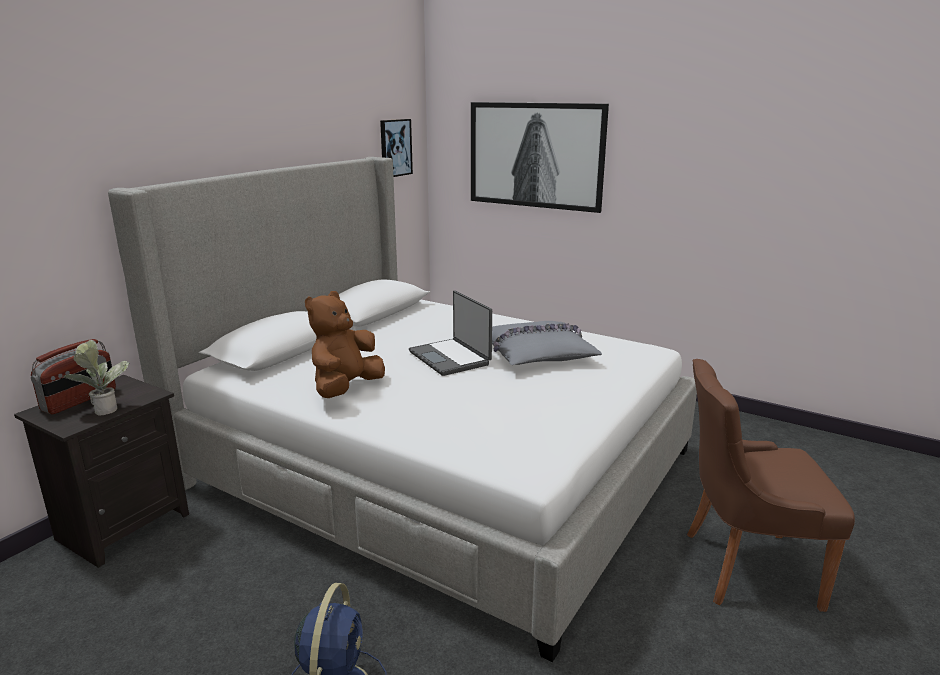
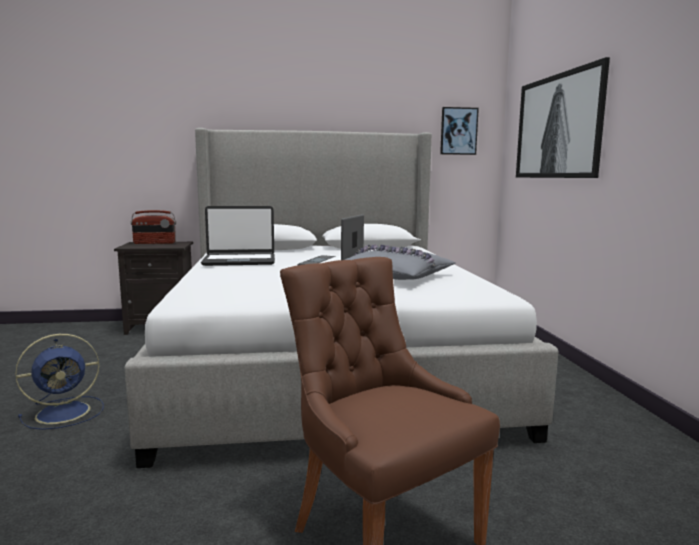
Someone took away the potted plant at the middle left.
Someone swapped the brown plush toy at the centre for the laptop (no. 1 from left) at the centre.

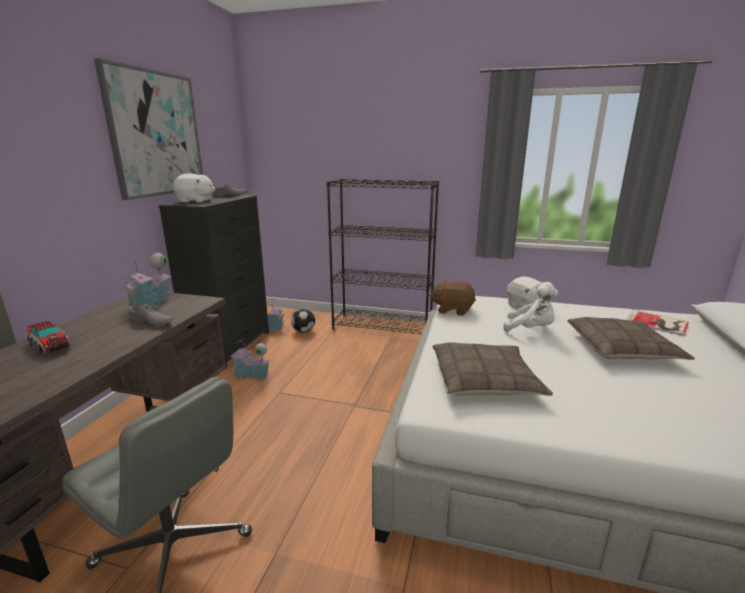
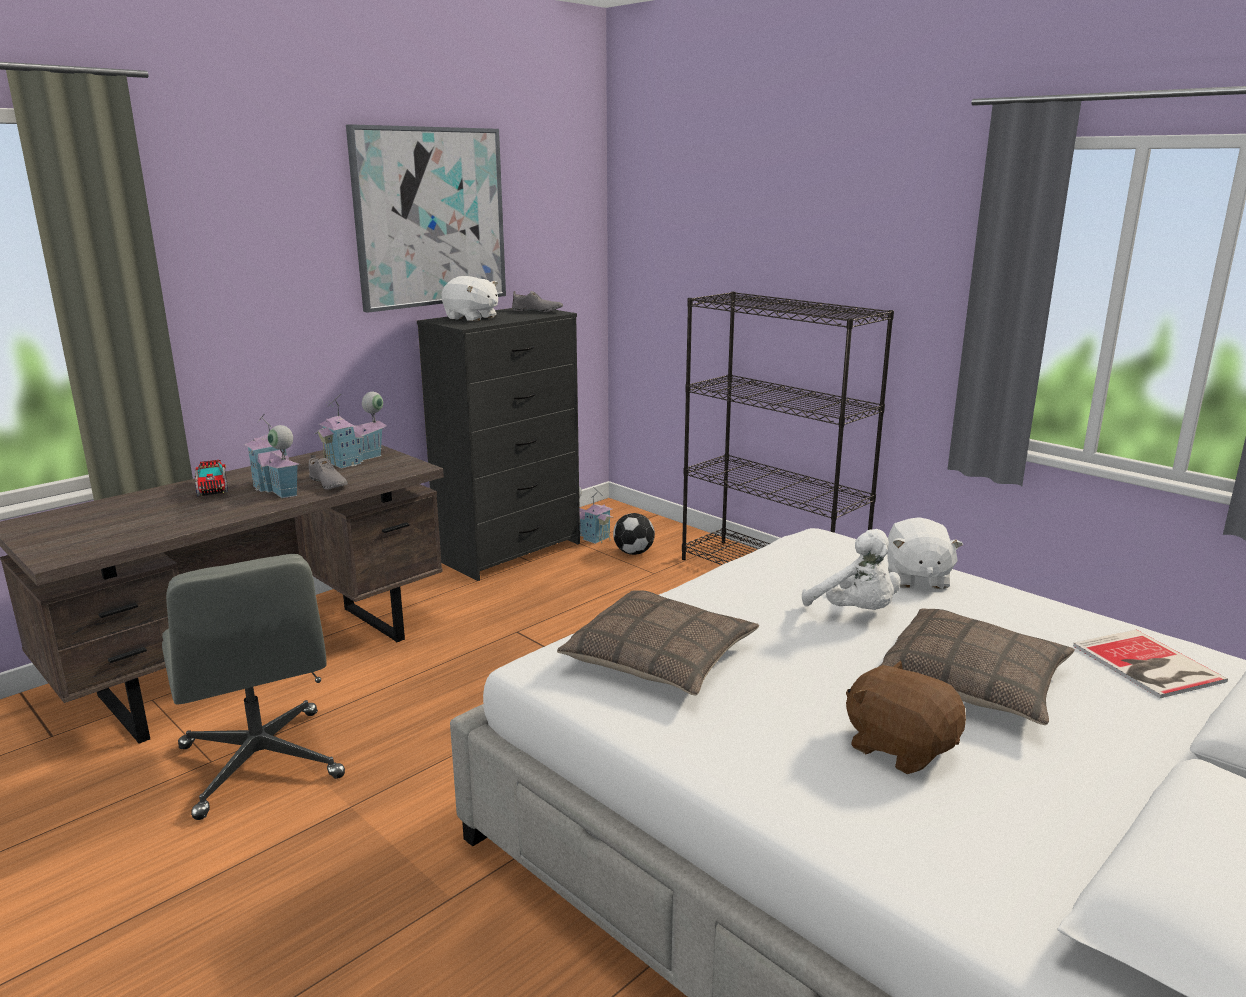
Someone carried the toy house (no. 2 from left in the first image) from the centre to the middle left.
Someone carried the brown plush toy from the centre to the bottom right.

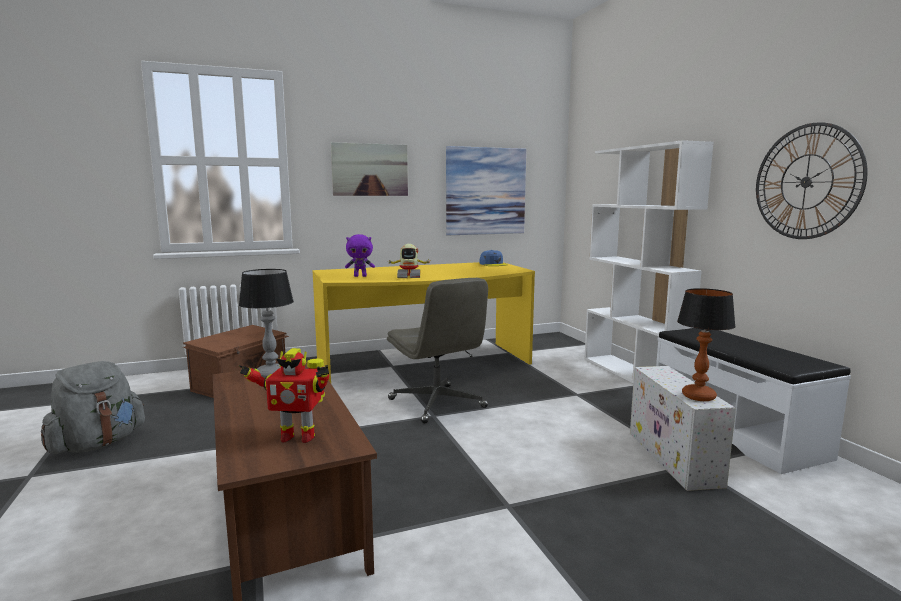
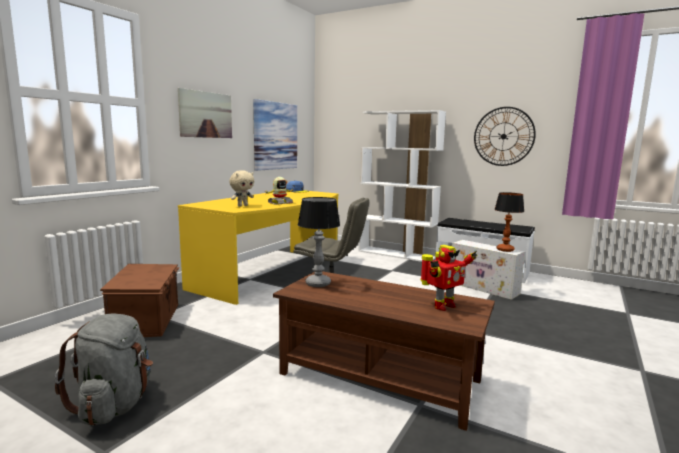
Someone repainted the purple plush toy at the centre, which became the beige plush toy at the centre.

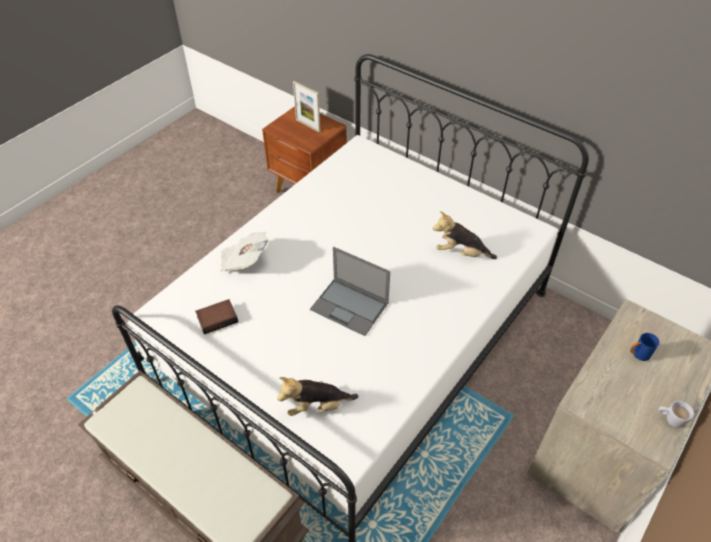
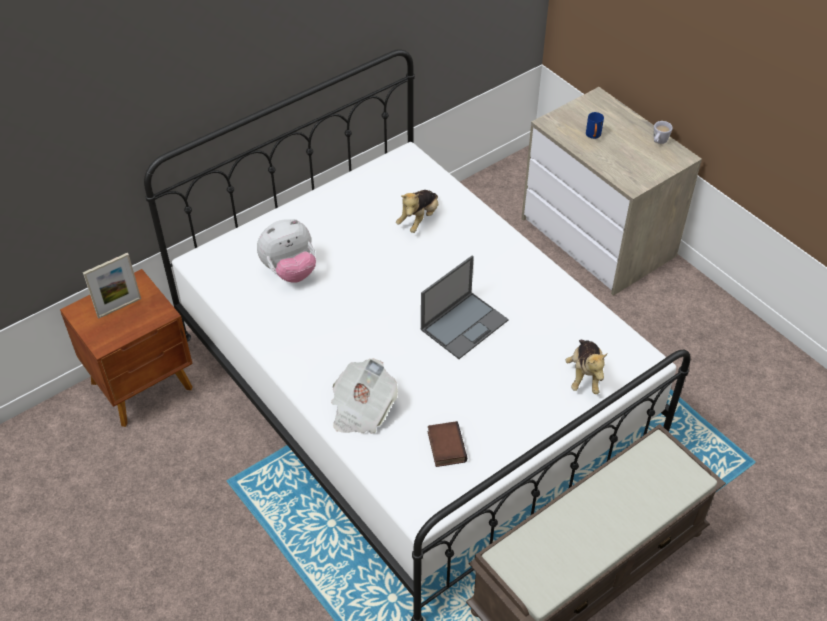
Someone put down the plush toy (no. 1 from left) at the centre.

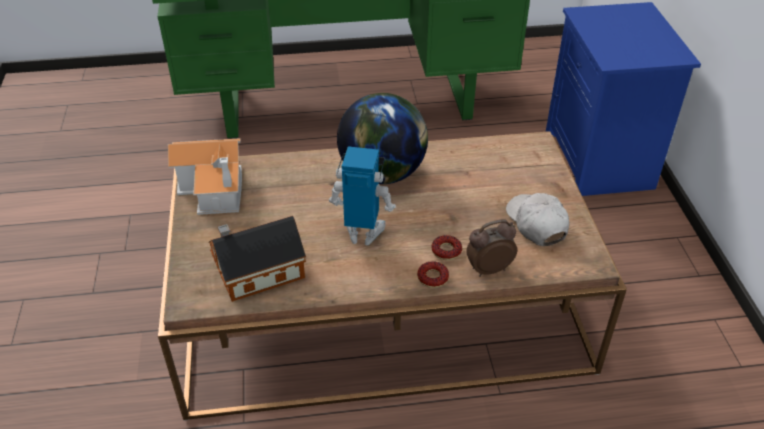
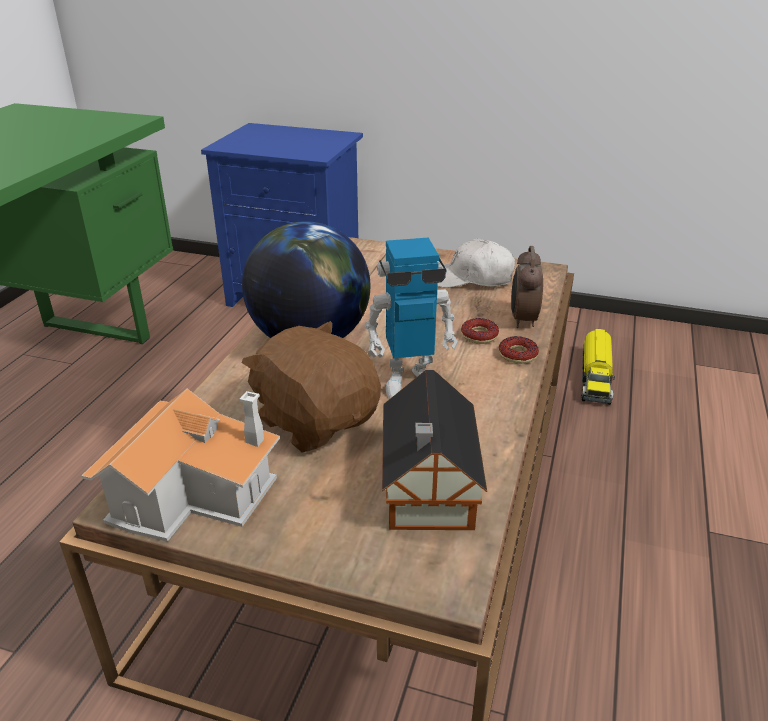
Someone put down the brown plush toy at the centre.
Someone put down the toy truck at the middle right.
Someone rotated the toy robot at the centre by 135 degrees counterclockwise.

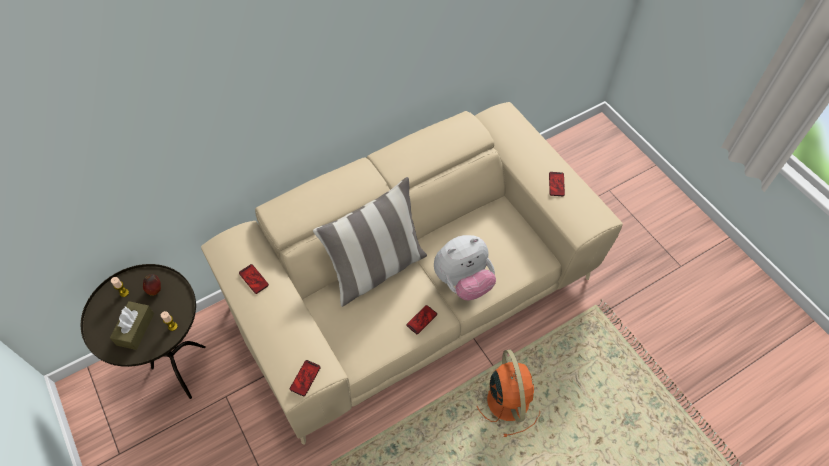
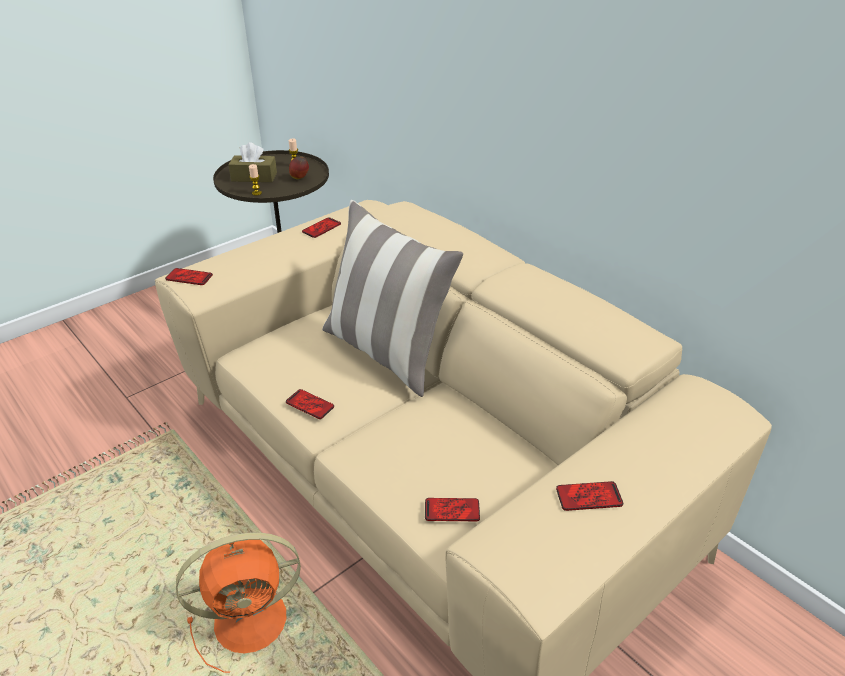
Someone took away the plush toy at the centre.
Someone put down the phone (no. 4 from left) at the bottom centre.

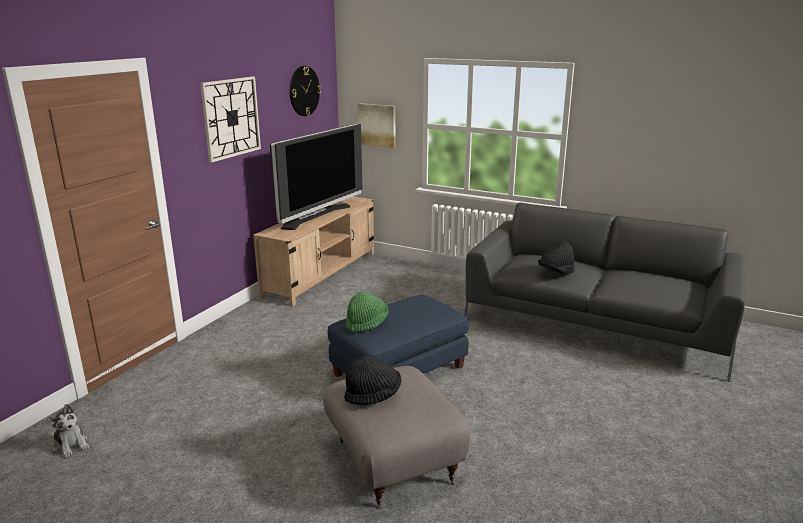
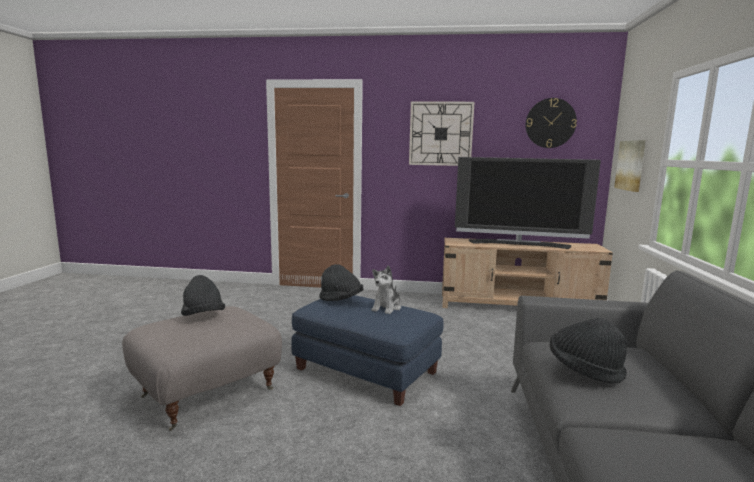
Someone carried the plush toy from the bottom left to the centre.
Someone repainted the green hat at the centre, which became the black hat (no. 2 from left) at the centre.

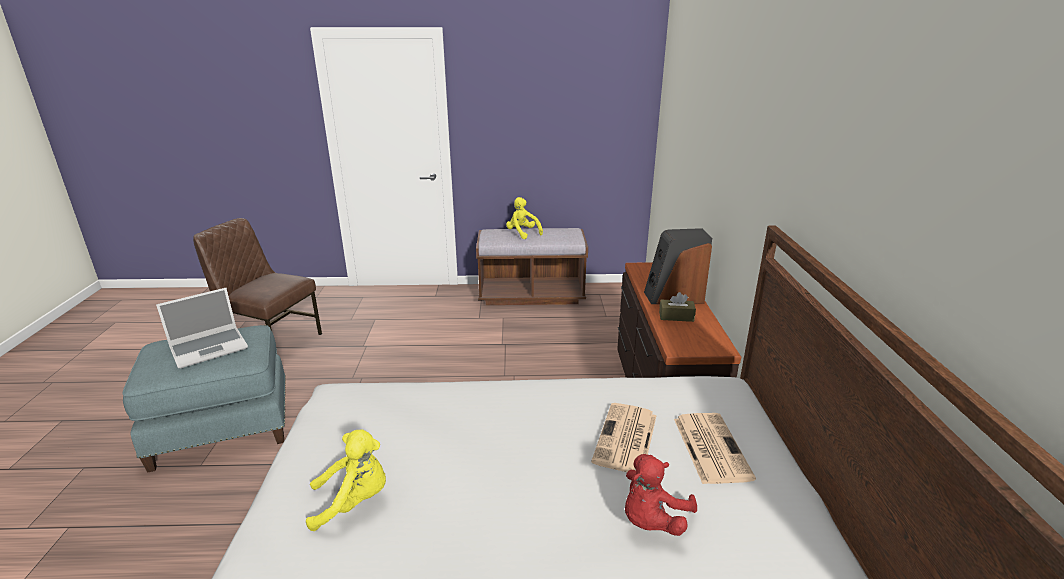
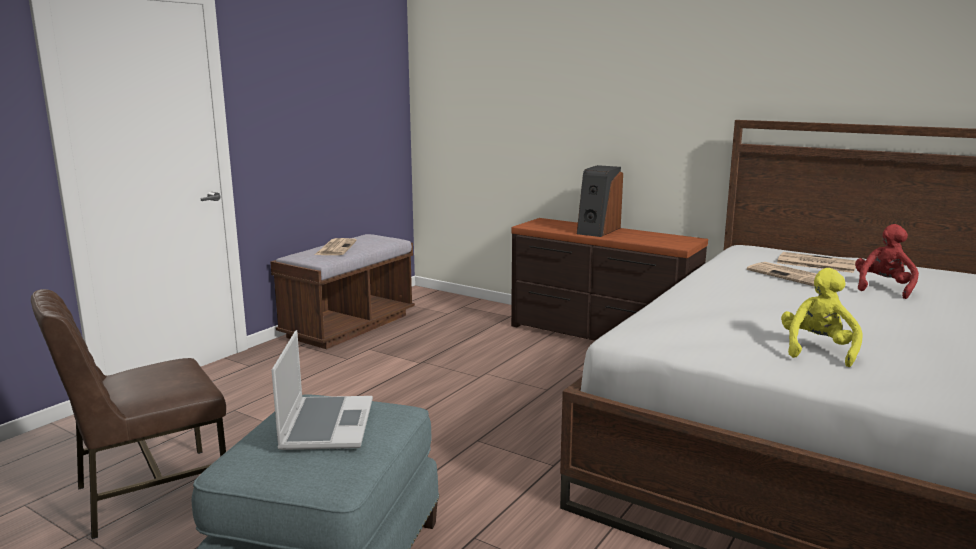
Someone took away the brown tissue box at the centre.
Someone swapped the yellow plush toy (no. 2 from left) at the centre for the newspaper (no. 1 from left) at the centre.
Someone rotated the red plush toy at the bottom centre by 135 degrees counterclockwise.

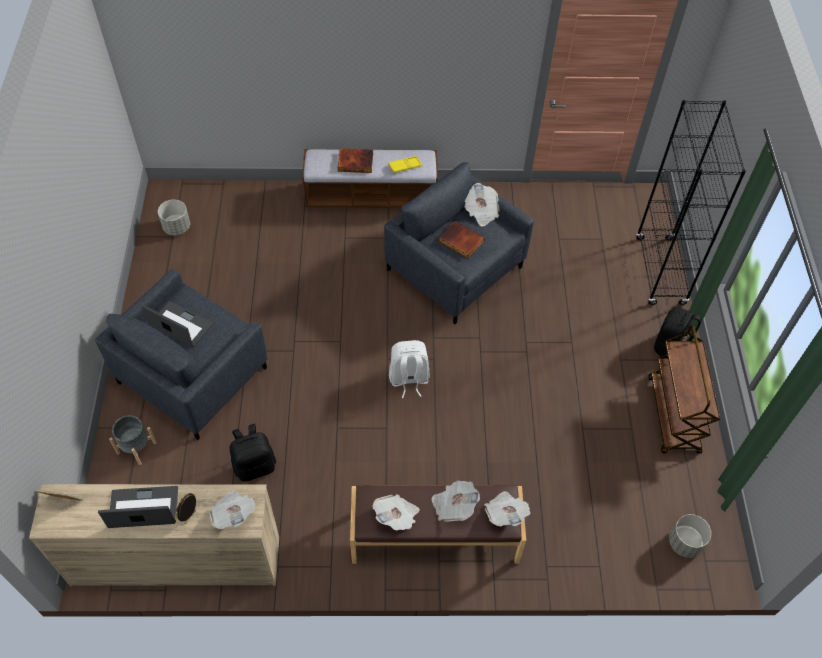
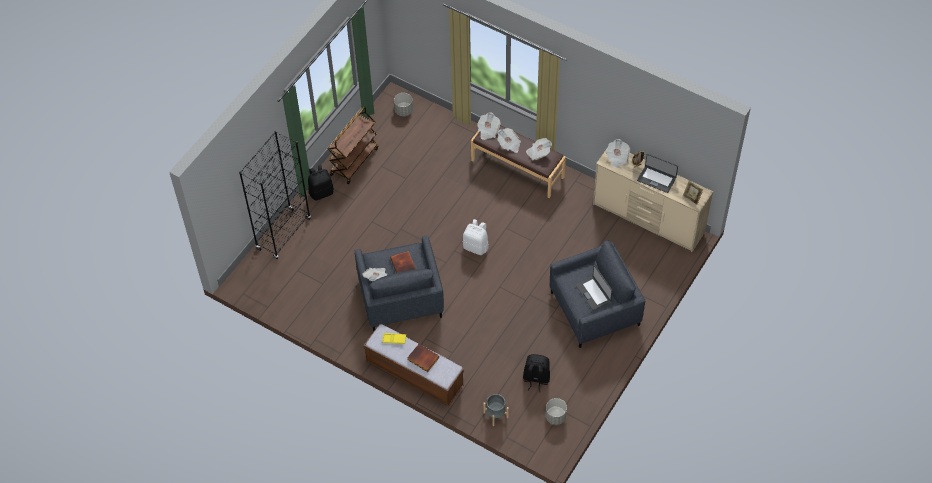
Someone carried the grey planter (no. 1 from left in the first image) from the bottom left to the bottom centre.
Someone carried the black backpack (no. 1 from left in the first image) from the bottom left to the bottom centre.

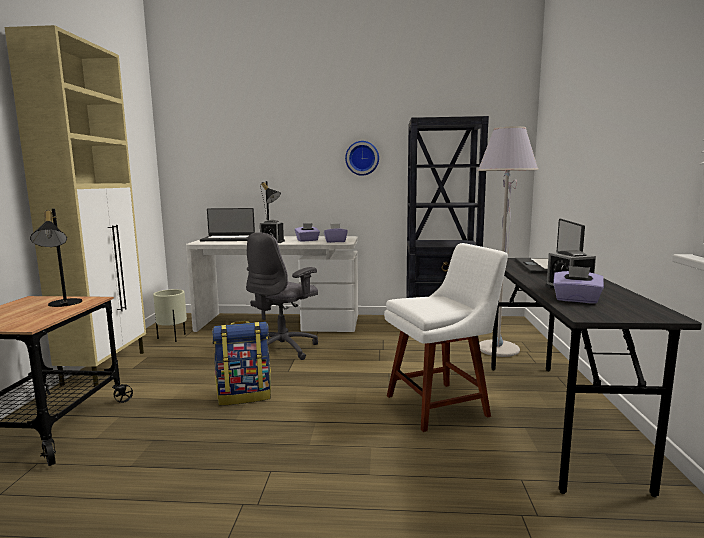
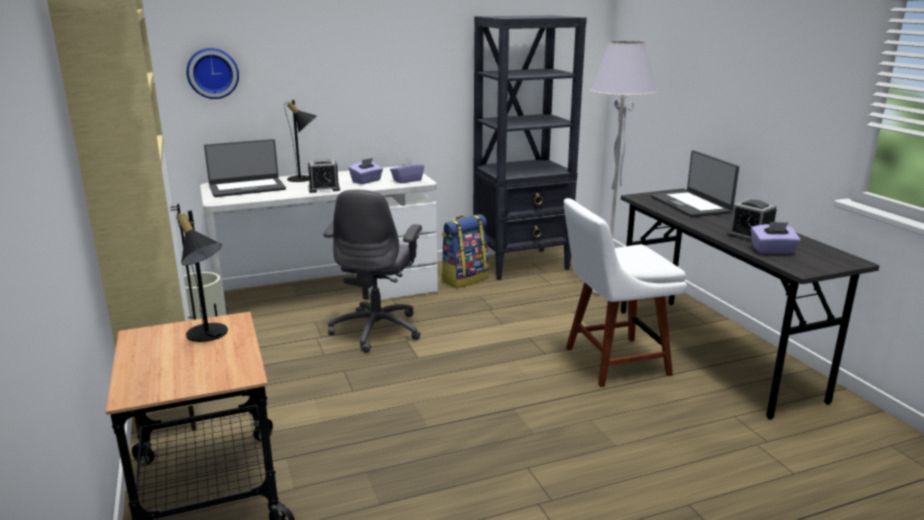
Someone carried the backpack from the bottom centre to the centre.
Someone carried the wall clock from the top centre to the top left.
Someone rotated the white chair at the centre by 150 degrees counterclockwise.

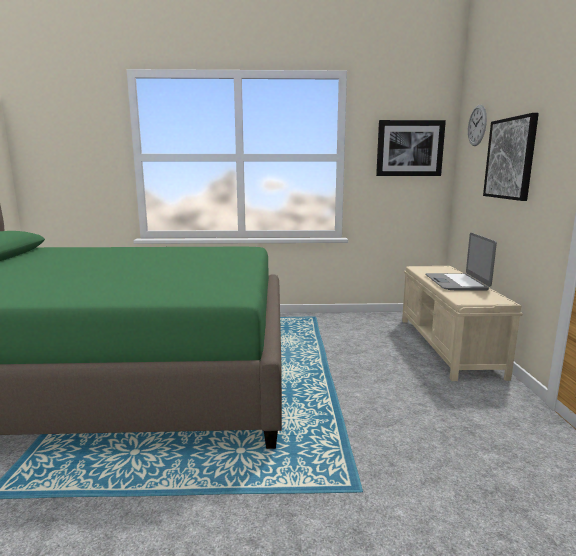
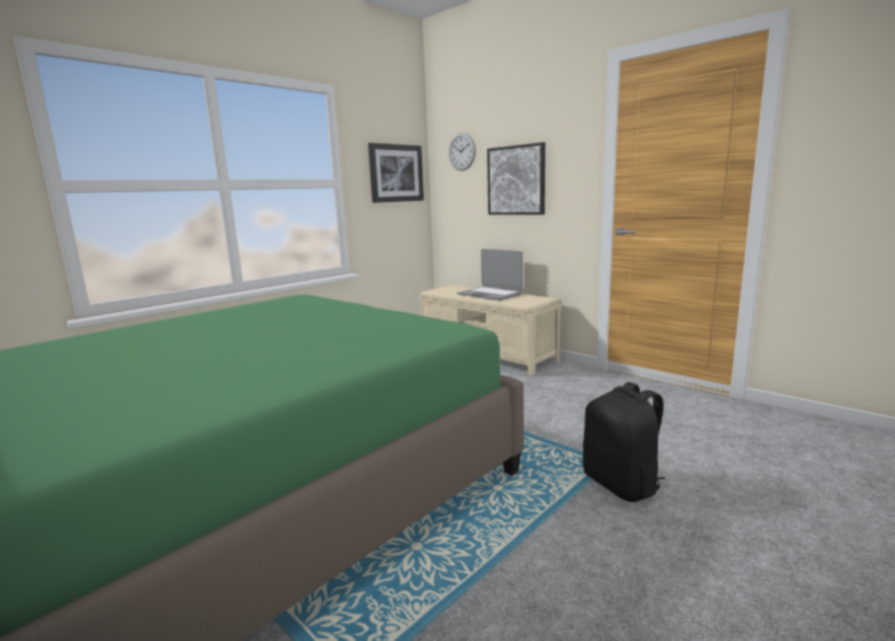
Someone put down the black backpack at the bottom right.

